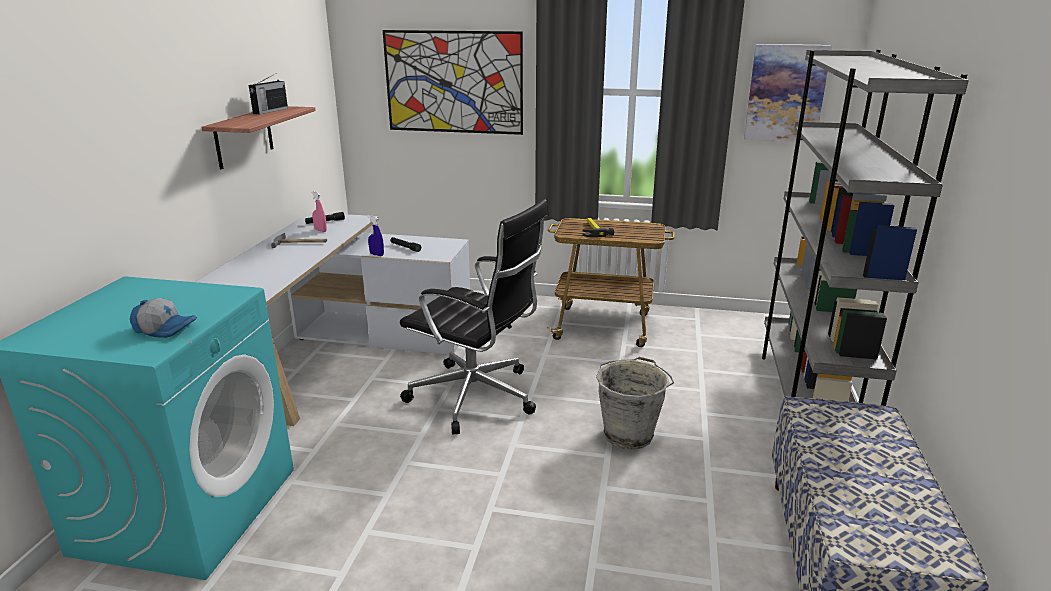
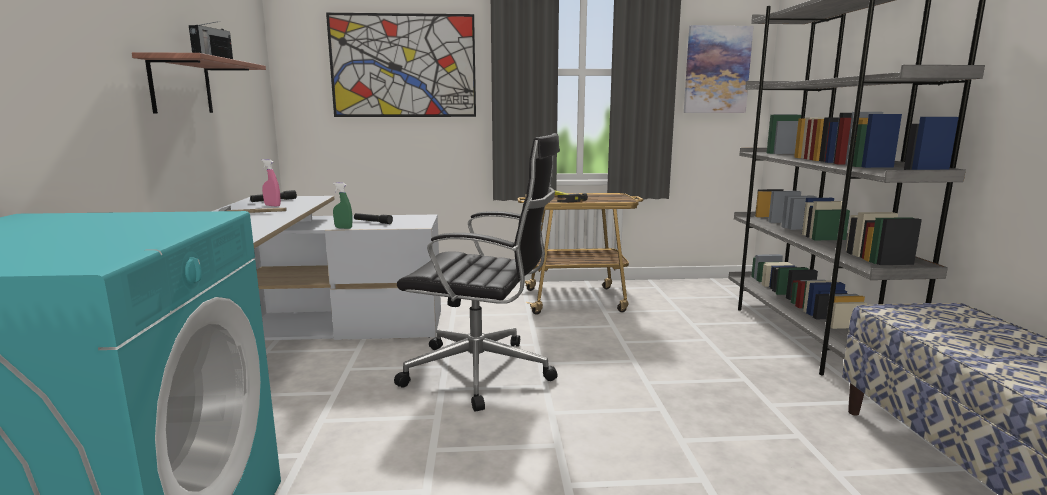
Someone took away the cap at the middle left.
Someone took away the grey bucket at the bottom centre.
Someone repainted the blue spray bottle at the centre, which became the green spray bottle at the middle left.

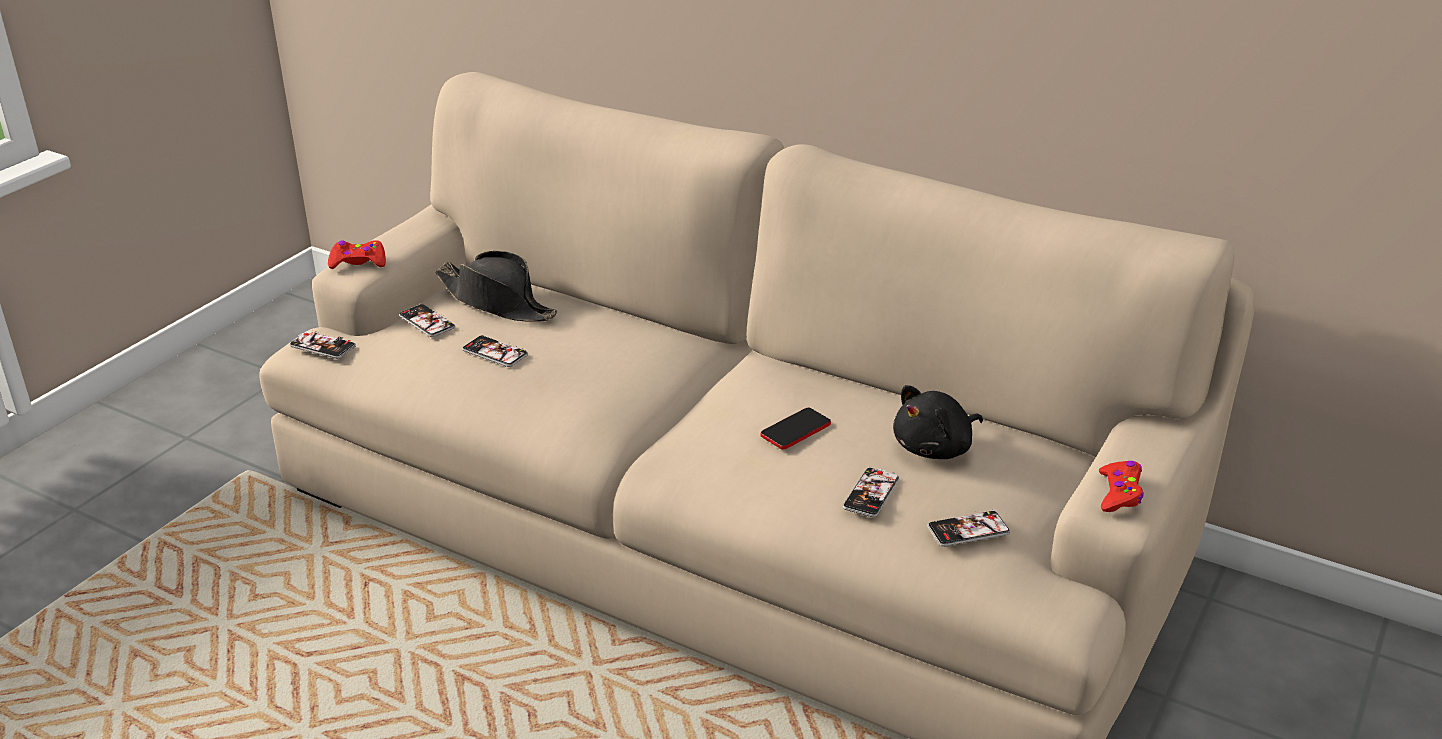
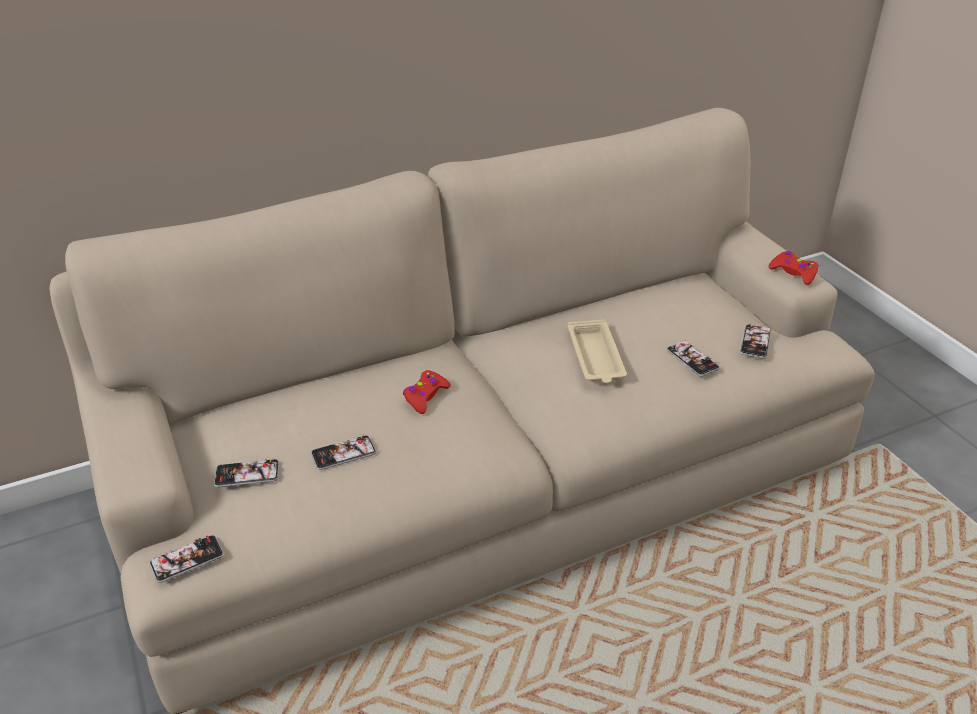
Someone took away the black hat at the centre.
Someone took away the black plush toy at the centre.
Someone carried the red game controller (no. 1 from left) from the middle left to the centre.
Someone swapped the phone (no. 4 from left) at the centre for the beige tray at the centre.

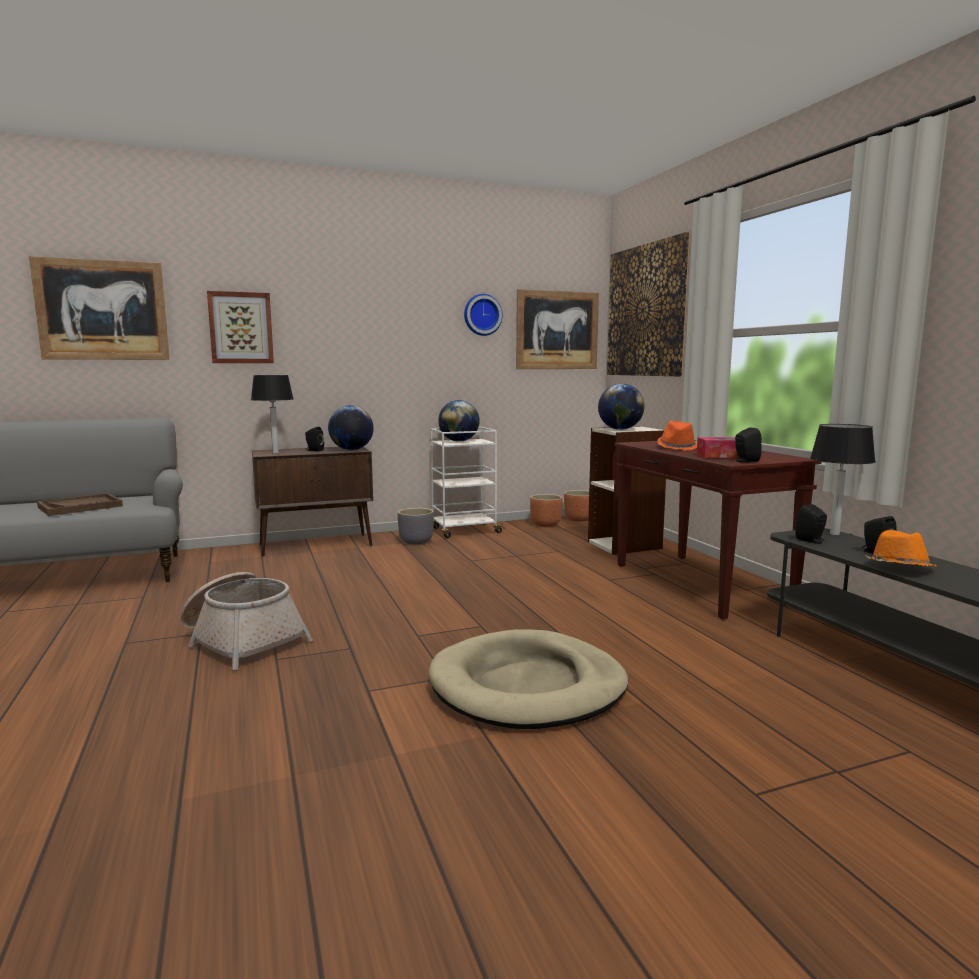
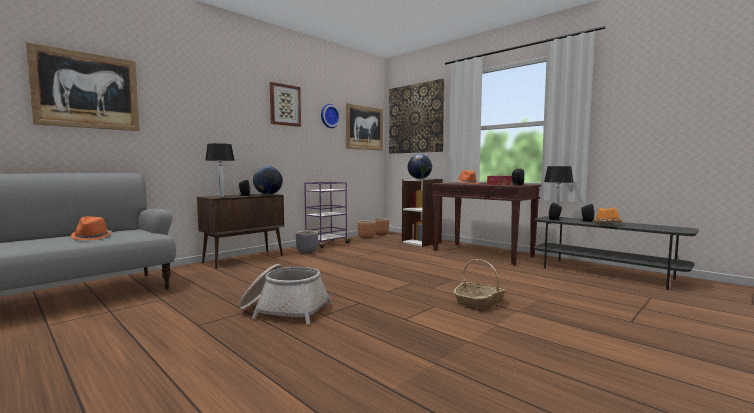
Someone took away the globe (no. 2 from left) at the centre.
Someone carried the picture (no. 2 from left) from the middle left to the top centre.
Someone swapped the brown tray at the middle left for the orange hat (no. 1 from left) at the middle left.
Someone swapped the beige dog bed at the bottom centre for the basket (no. 2 from left) at the bottom centre.
Someone repainted the white cart at the centre, which became the purple cart at the centre.

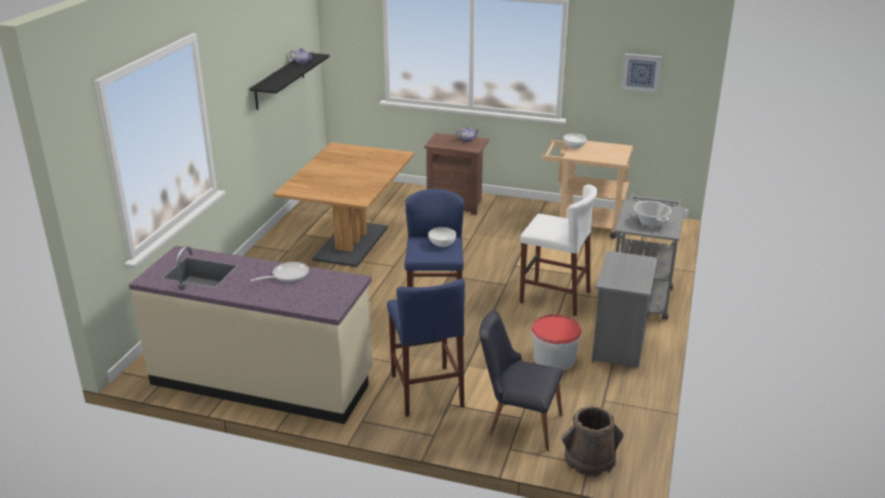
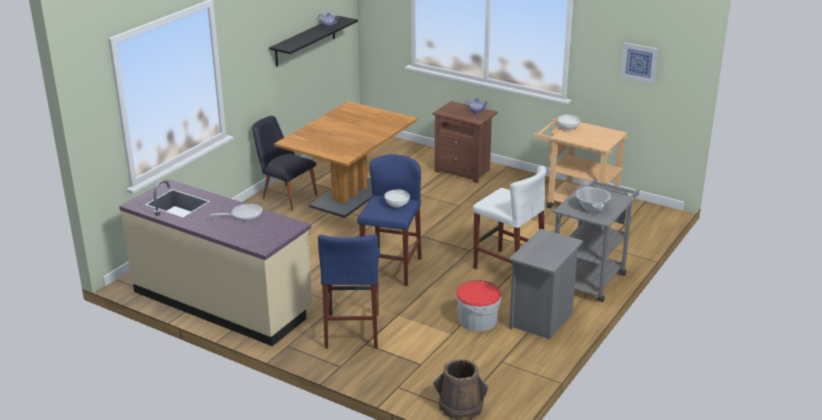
Someone carried the black chair from the bottom centre to the centre.

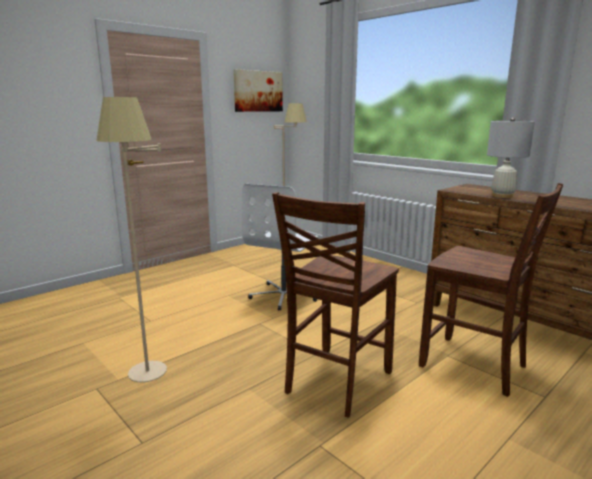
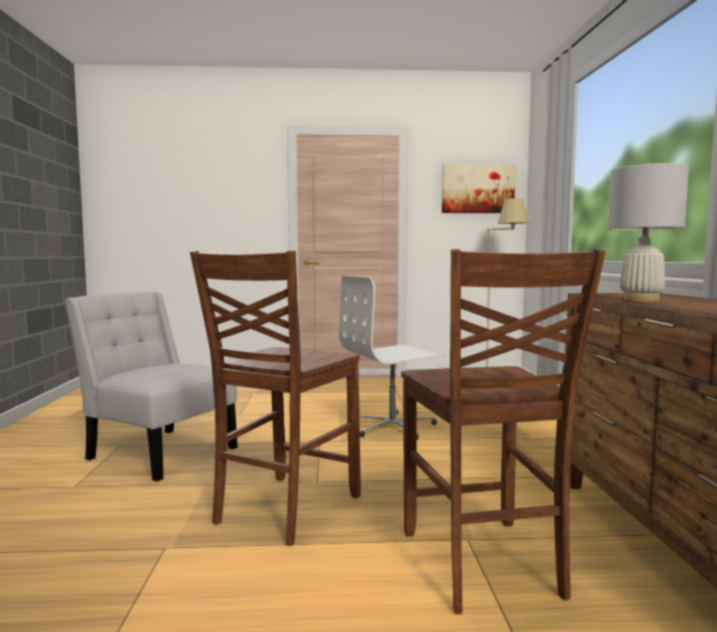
Someone swapped the beige floor lamp (no. 1 from left) at the middle left for the white chair at the middle left.
Someone rotated the brown chair (no. 1 from left) at the centre by 45 degrees counterclockwise.

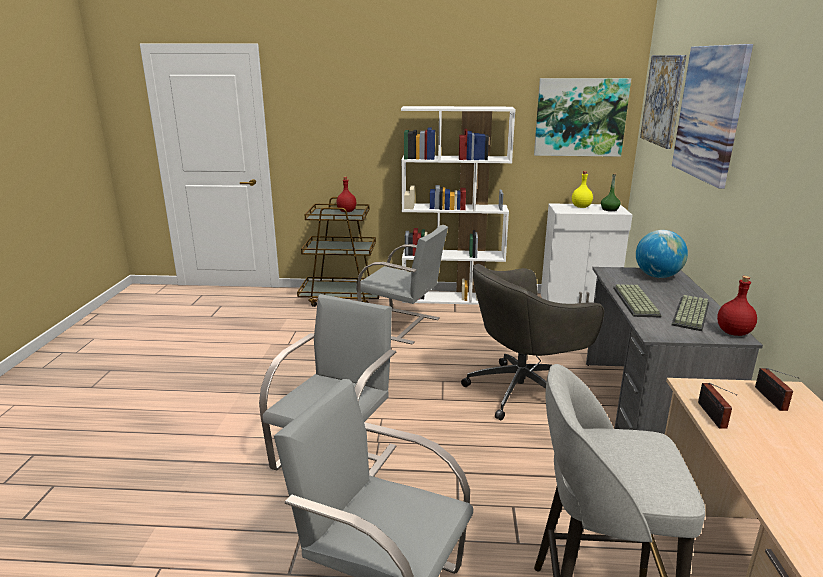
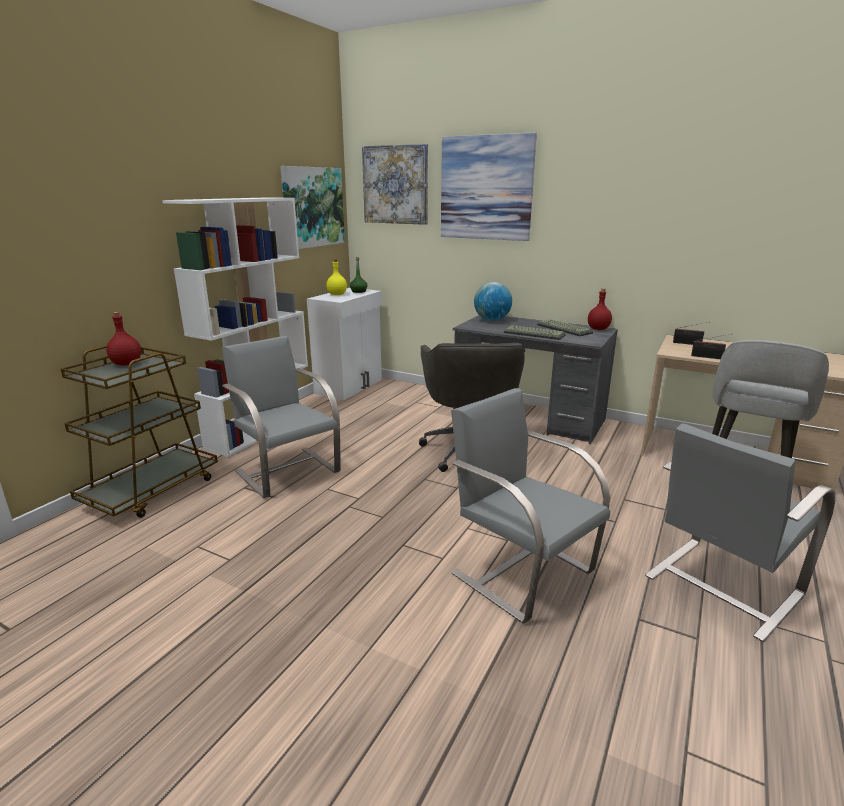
Someone rotated the grey chair (no. 3 from left in the first image) at the centre by 90 degrees counterclockwise.

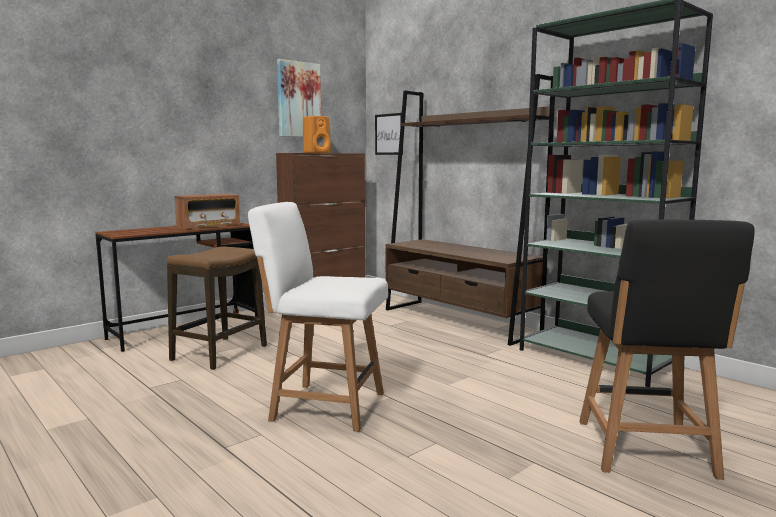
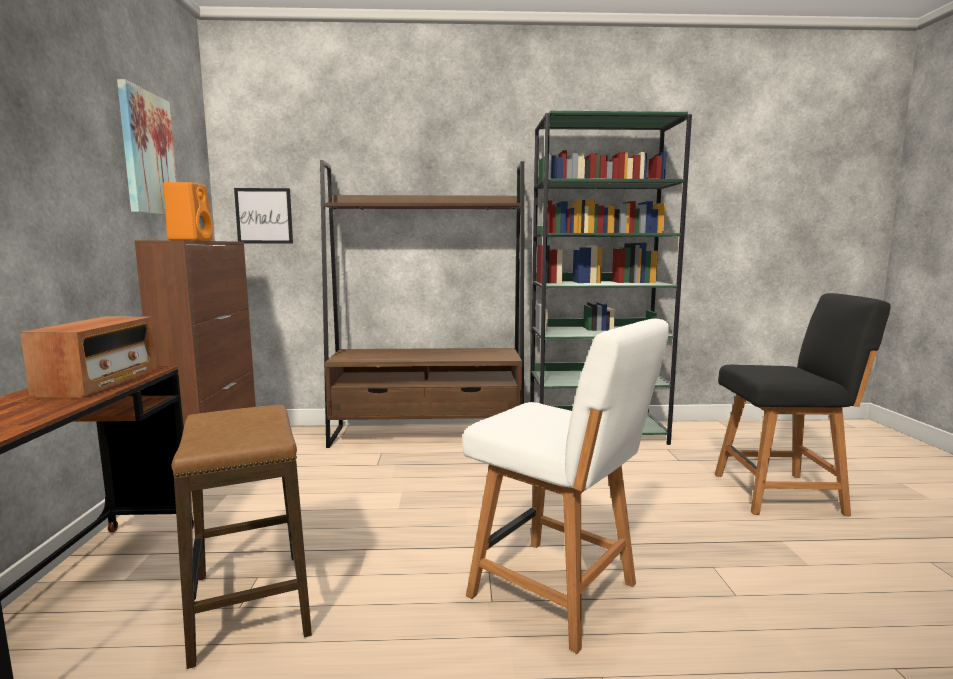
Someone rotated the white chair at the centre by 105 degrees counterclockwise.
Someone rotated the black chair at the bottom right by 45 degrees counterclockwise.

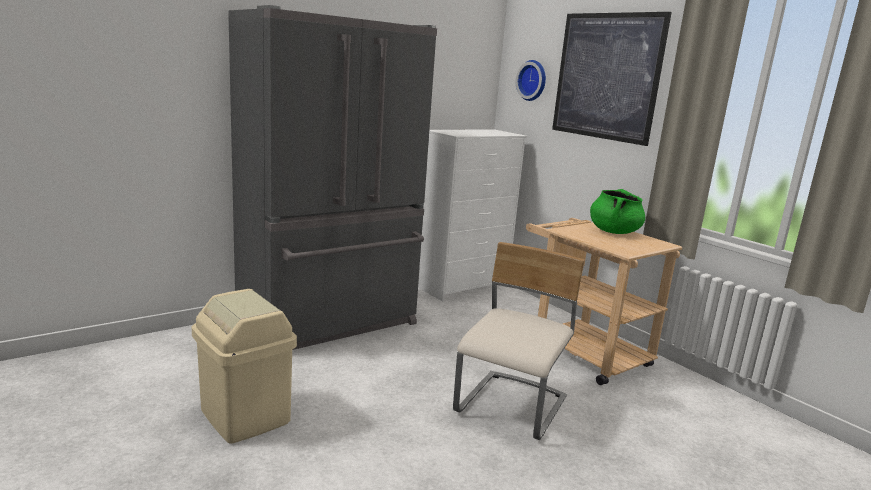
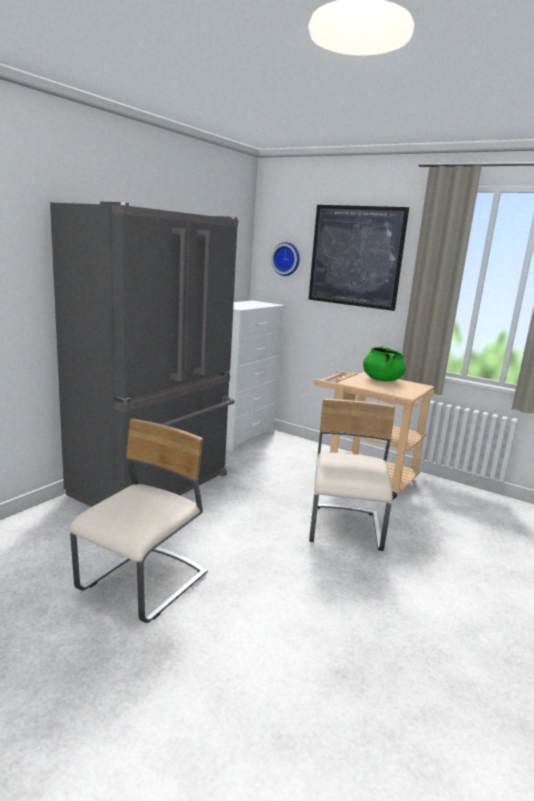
Someone swapped the beige trash can at the bottom left for the beige chair (no. 1 from left) at the middle left.

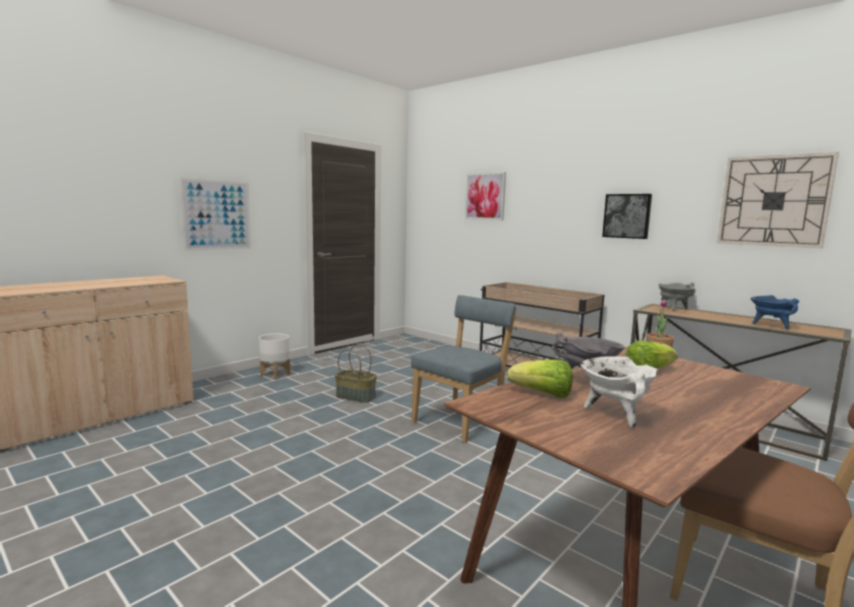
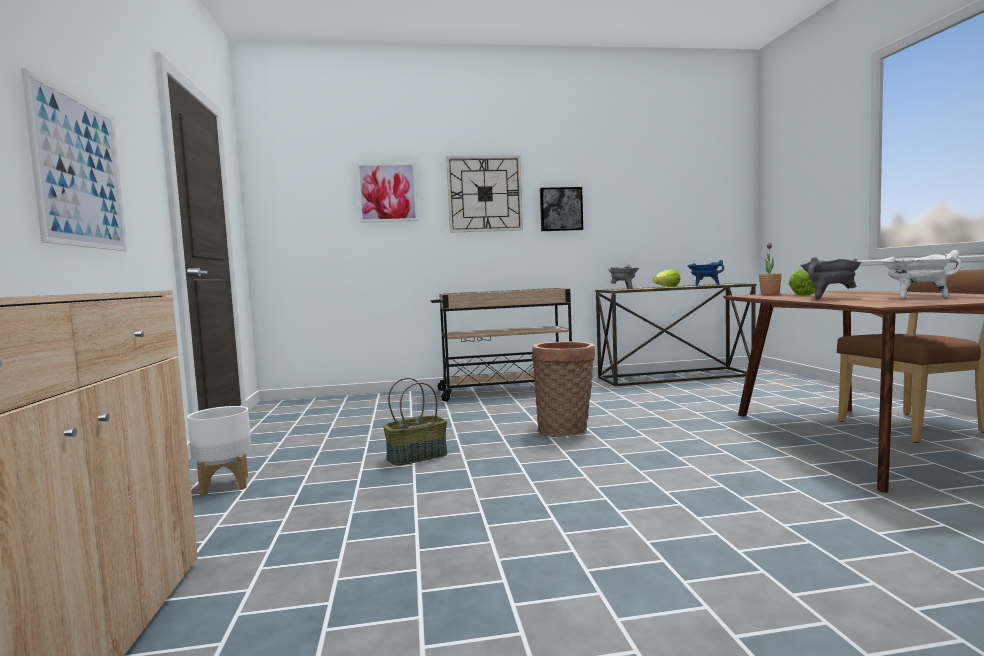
Someone carried the lettuce (no. 1 from left) from the centre to the middle right.
Someone carried the wall clock from the top right to the top centre.
Someone swapped the blue chair at the centre for the basket (no. 2 from left) at the centre.

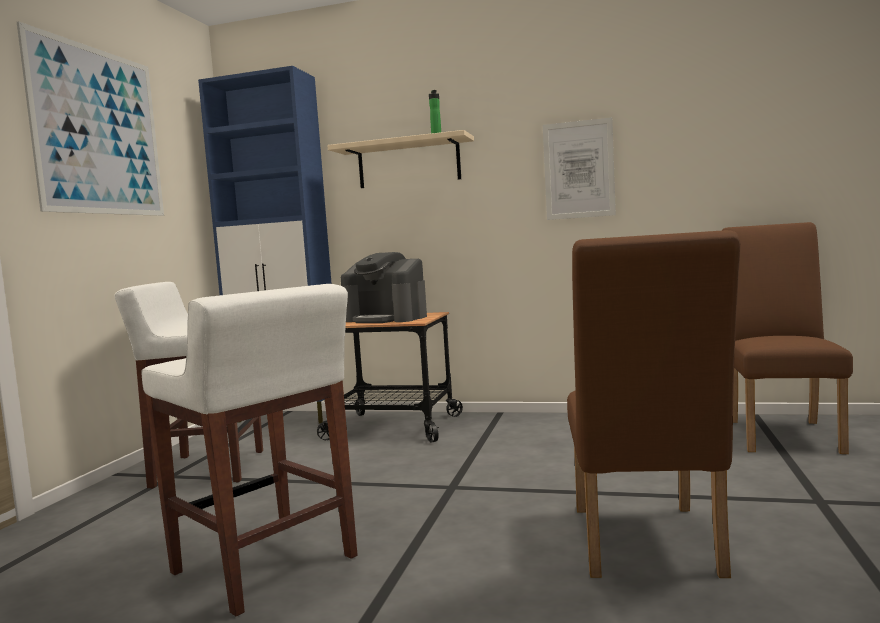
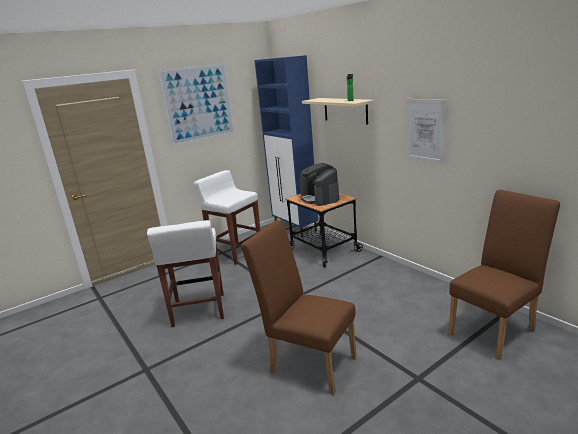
Someone rotated the brown chair (no. 1 from left) at the middle right by 75 degrees clockwise.

